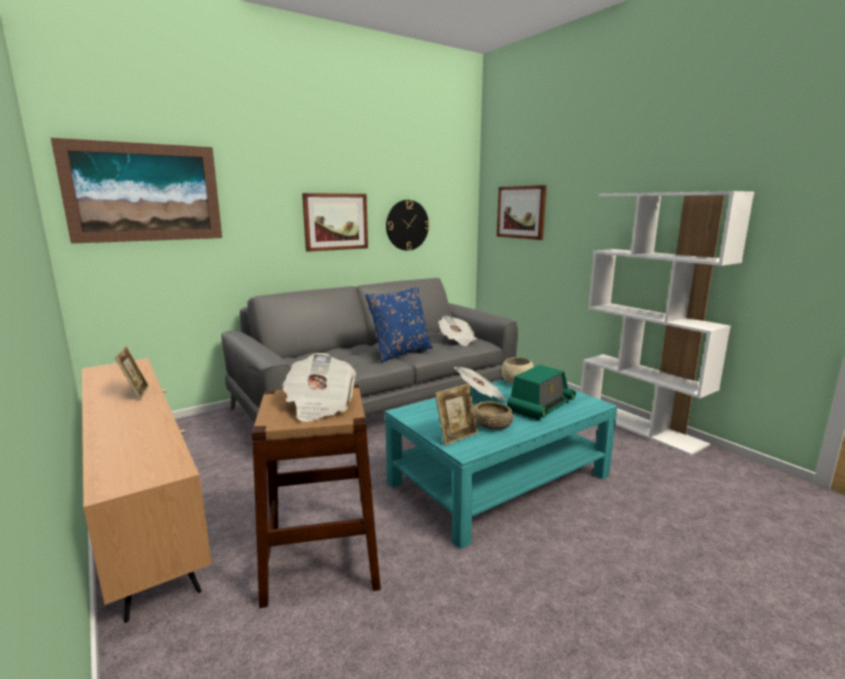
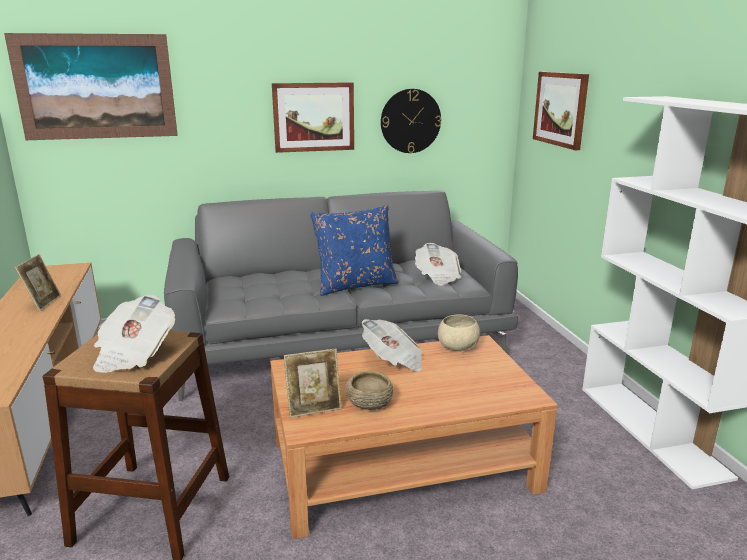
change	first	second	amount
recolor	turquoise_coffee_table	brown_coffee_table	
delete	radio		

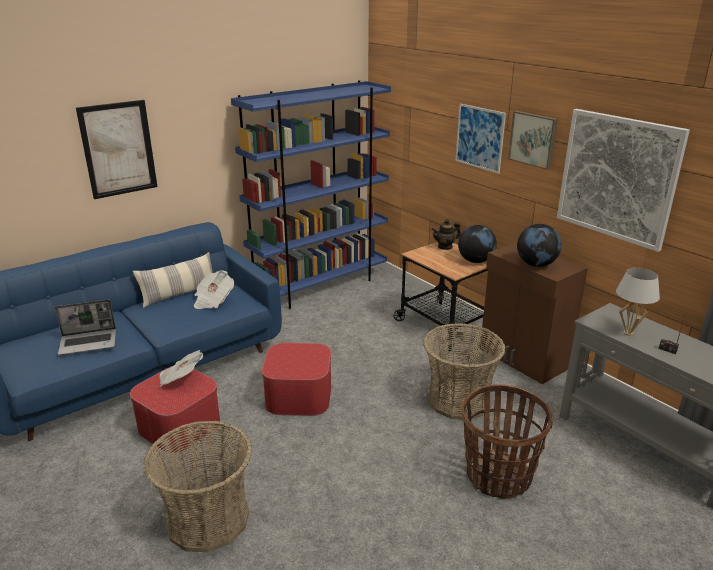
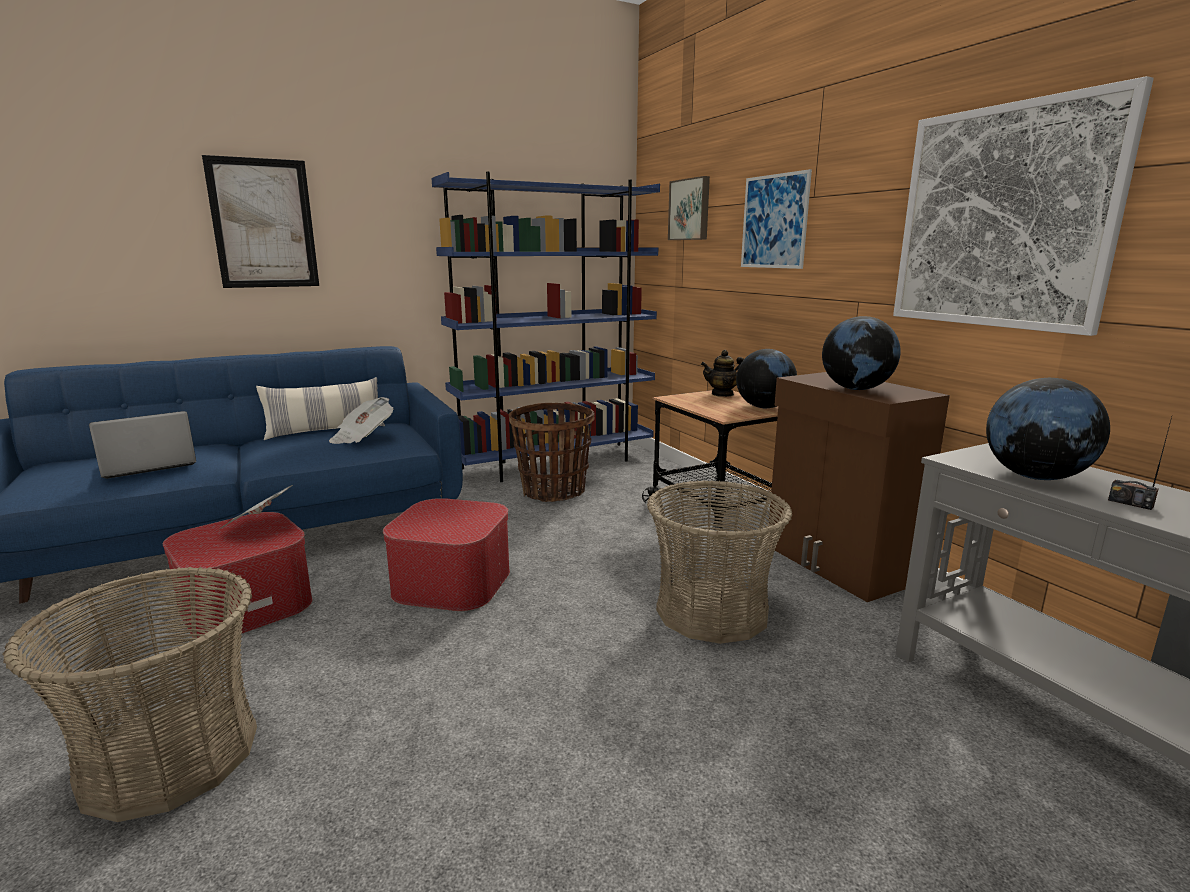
change	first	second	amount
rotate	laptop		150 degrees clockwise
move	basket (3rd from left in the first image)	basket (2nd from left)	
move	picture (3rd from left in the first image)	picture (2nd from left)	
replace	white_table_lamp	globe (3rd from left)	

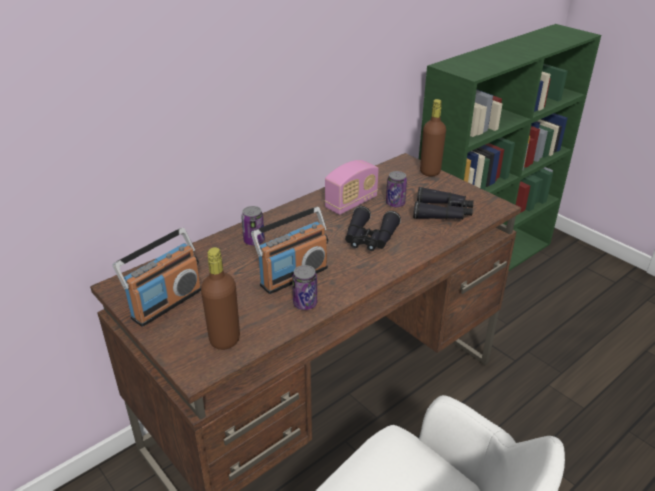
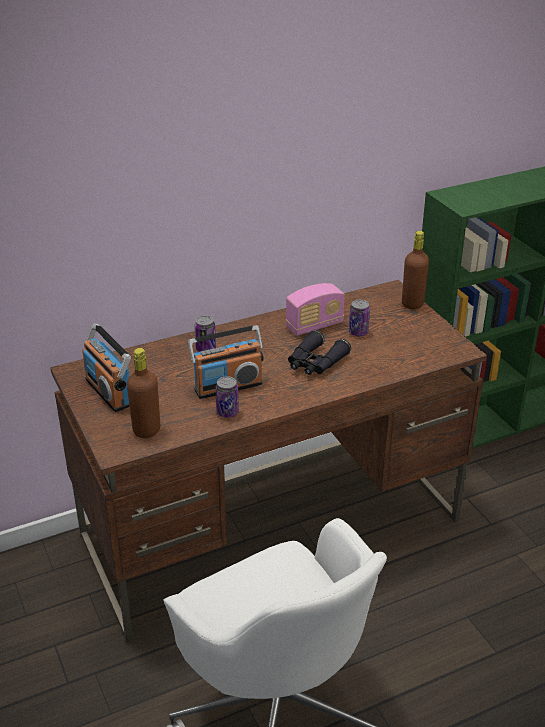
change	first	second	amount
rotate	radio (1st from left)		90 degrees clockwise
delete	black_binoculars (2nd from left)		

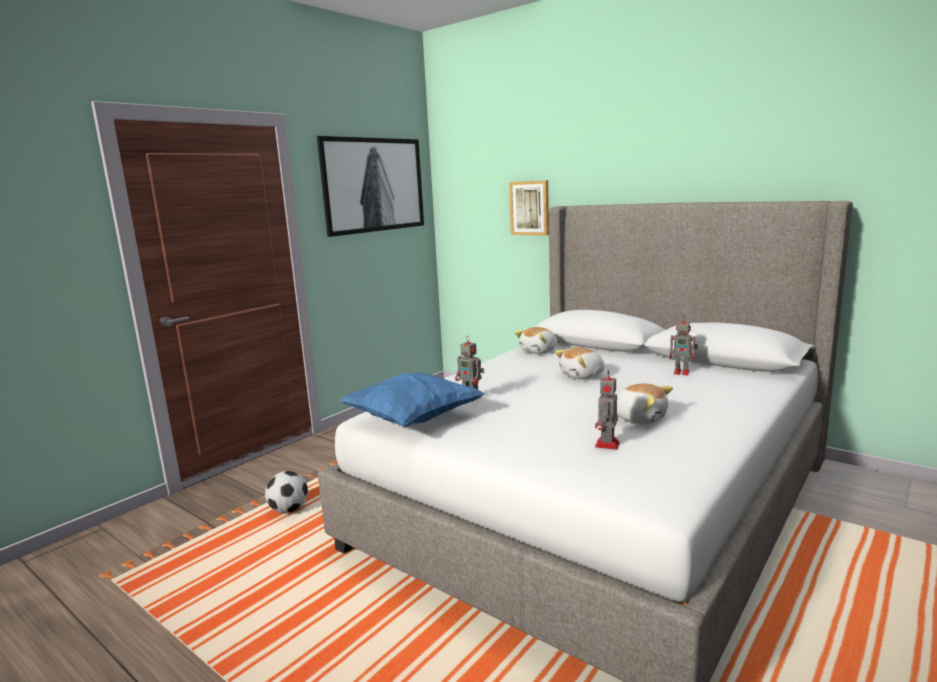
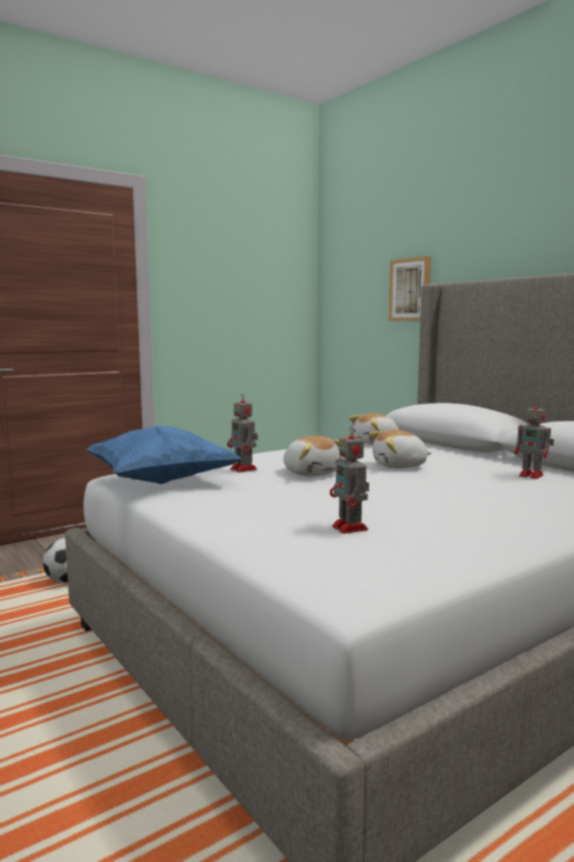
change	first	second	amount
delete	picture (1st from left)		
rotate	toy_robot (2nd from left)		60 degrees counterclockwise
move	plush_toy (3rd from left in the first image)	plush_toy (1st from left)	

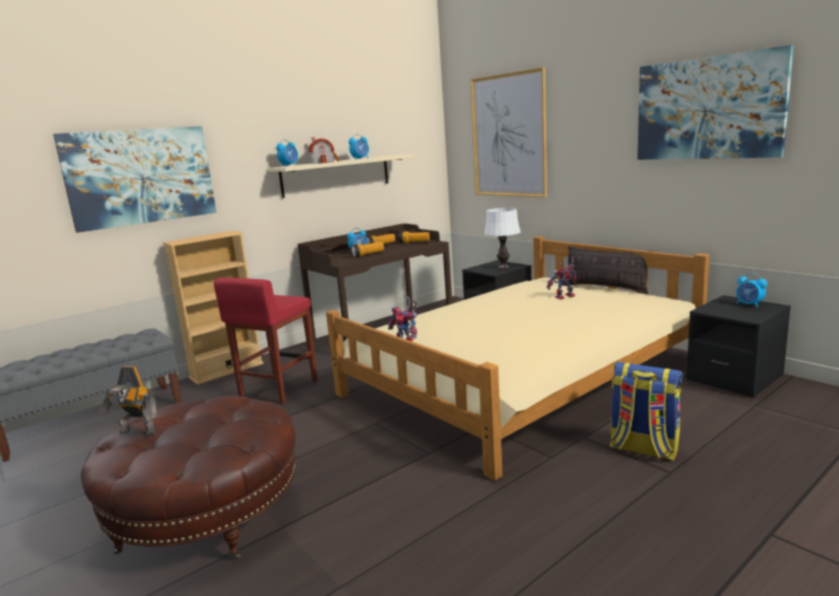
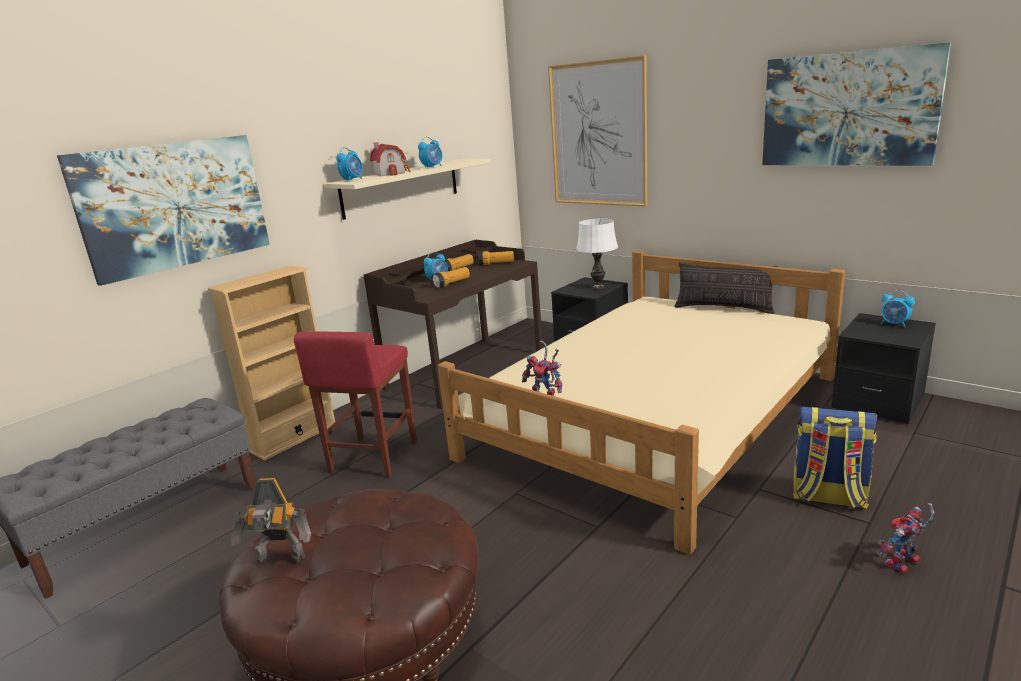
change	first	second	amount
move	toy_robot (3rd from left)		

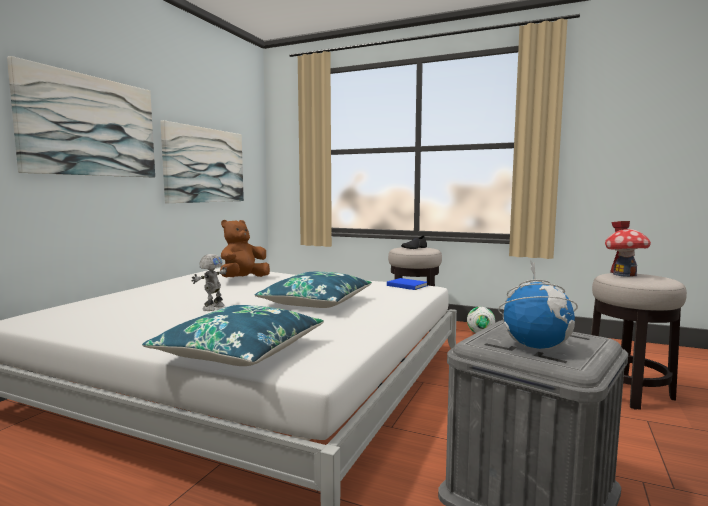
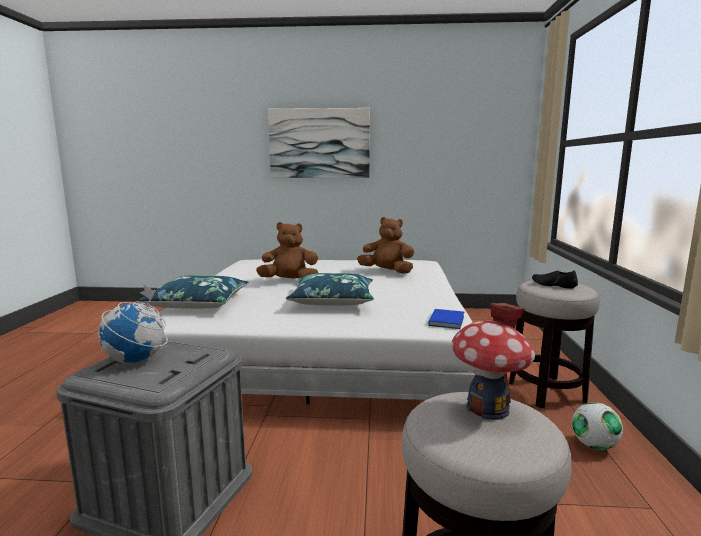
change	first	second	amount
delete	picture (2nd from left)		
replace	toy_robot	brown_plush_toy (1st from left)	

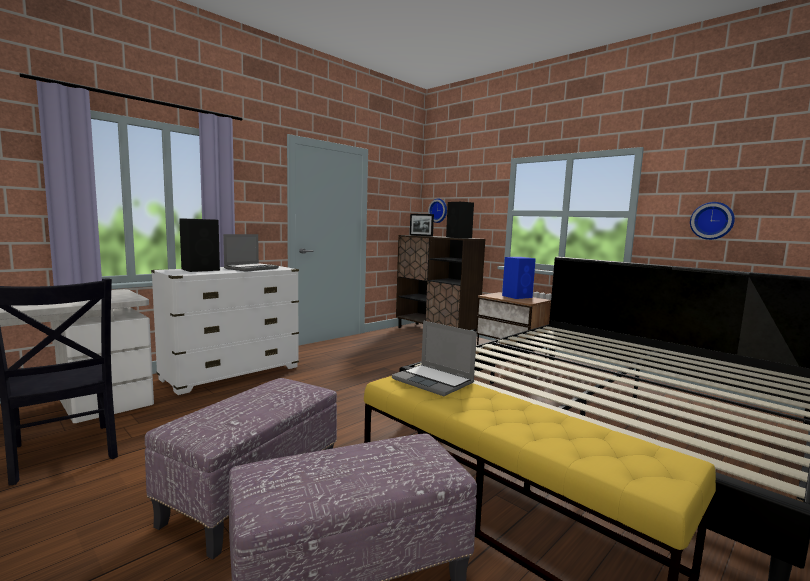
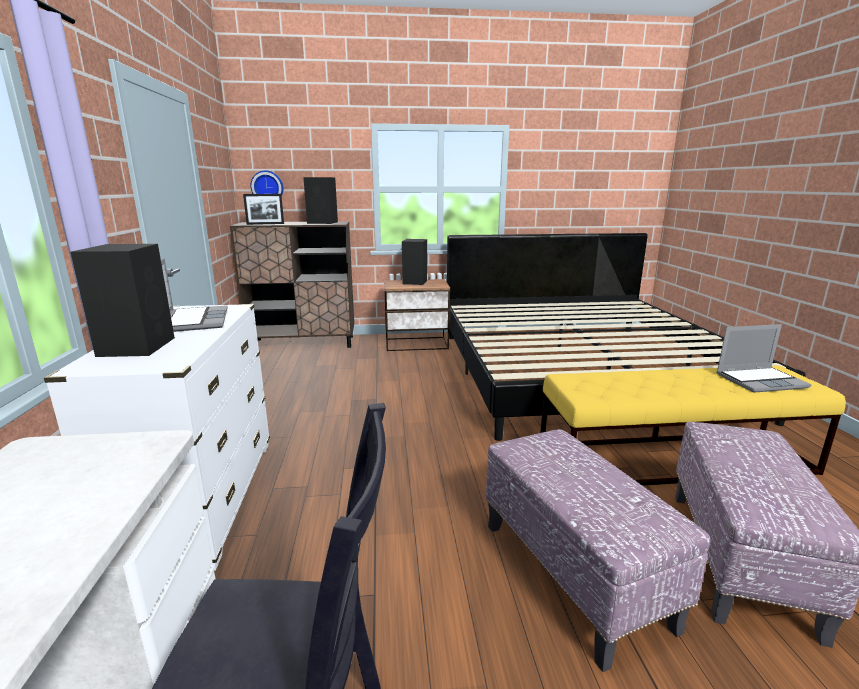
change	first	second	amount
move	laptop (2nd from left)		
recolor	blue_speaker	black_speaker (3rd from left)	
delete	wall_clock (2nd from left)		

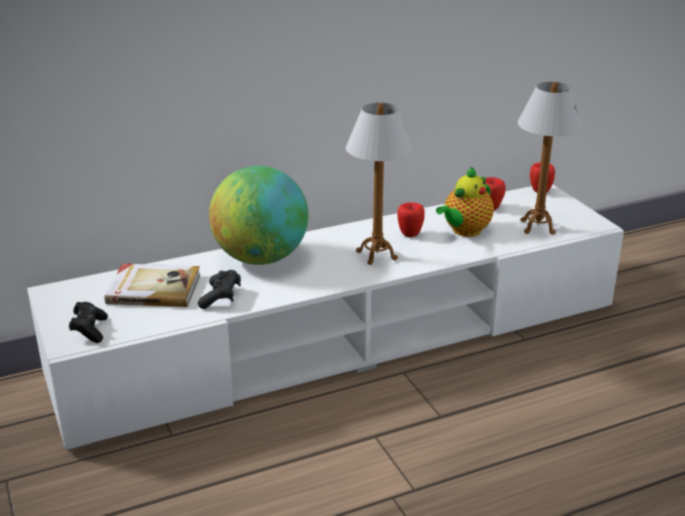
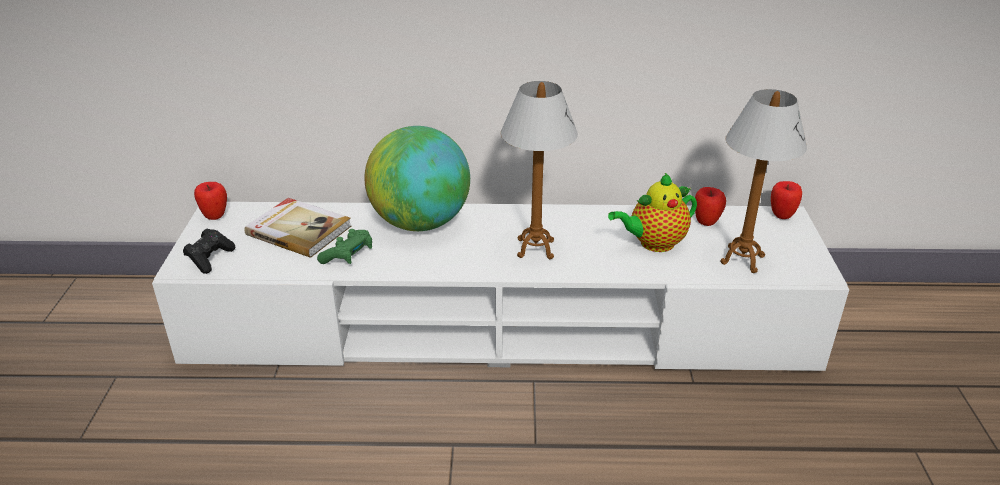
change	first	second	amount
recolor	black_game_controller (2nd from left)	green_game_controller	
move	apple (1st from left)		

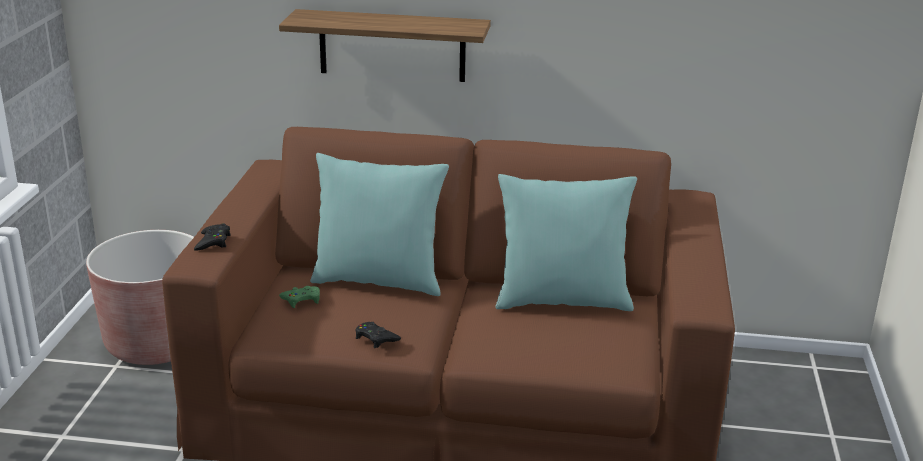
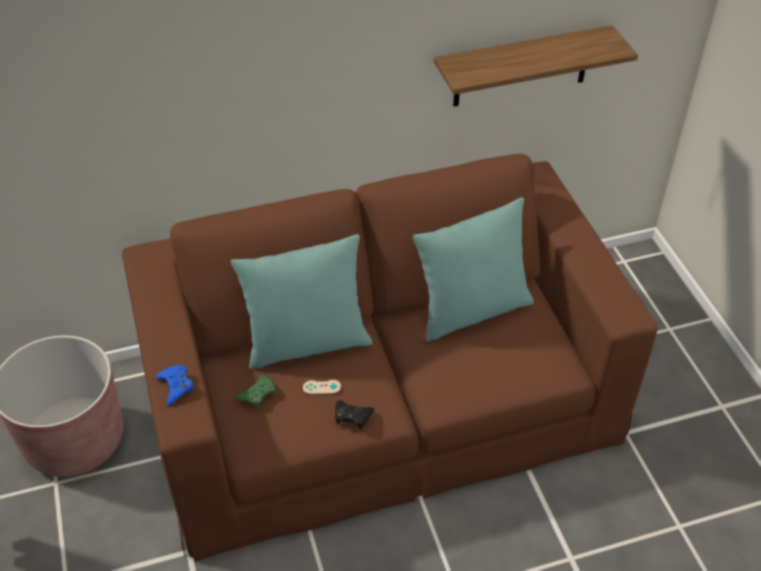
change	first	second	amount
recolor	black_game_controller (1st from left)	blue_game_controller	
move	shelf		
insert		beige_game_controller	

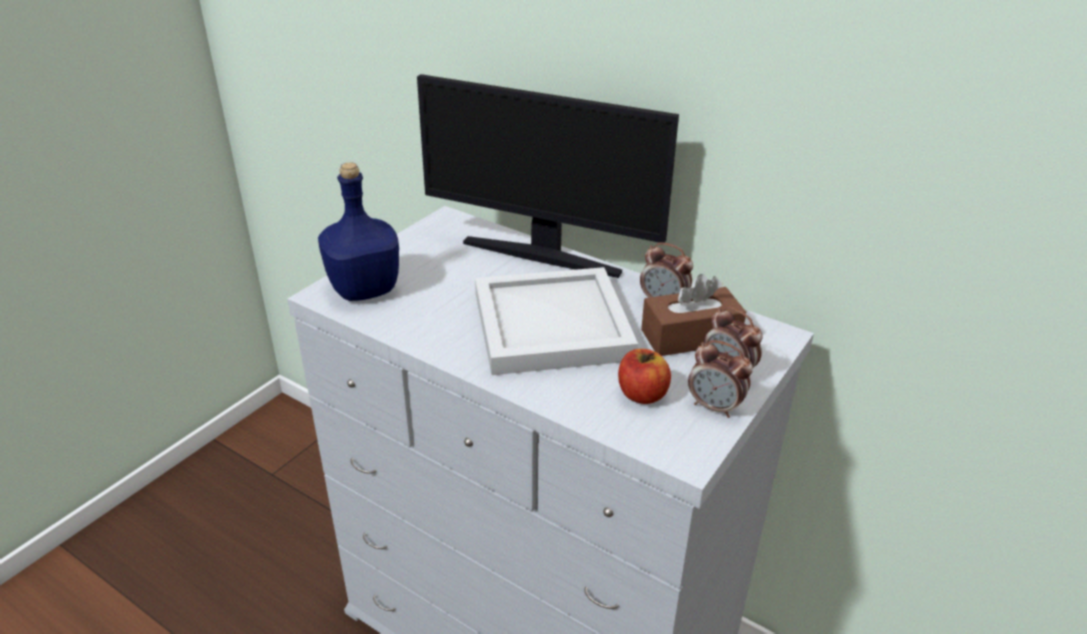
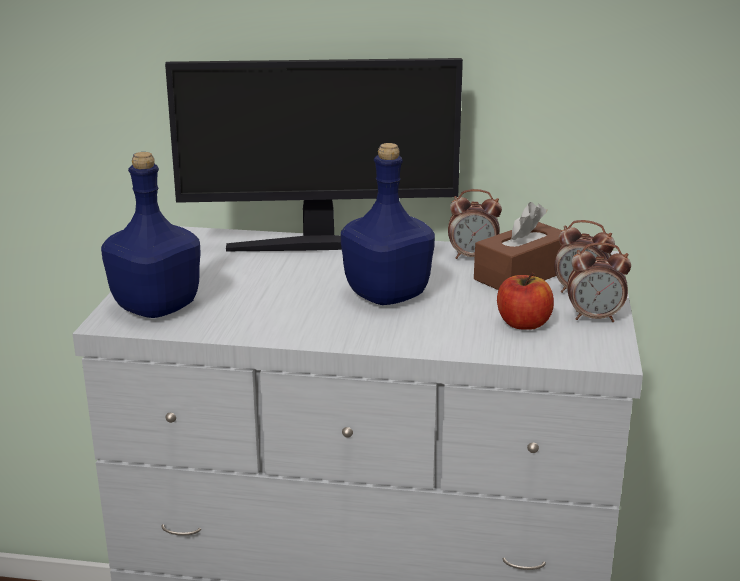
change	first	second	amount
replace	white_tray	blue_bottle (2nd from left)	

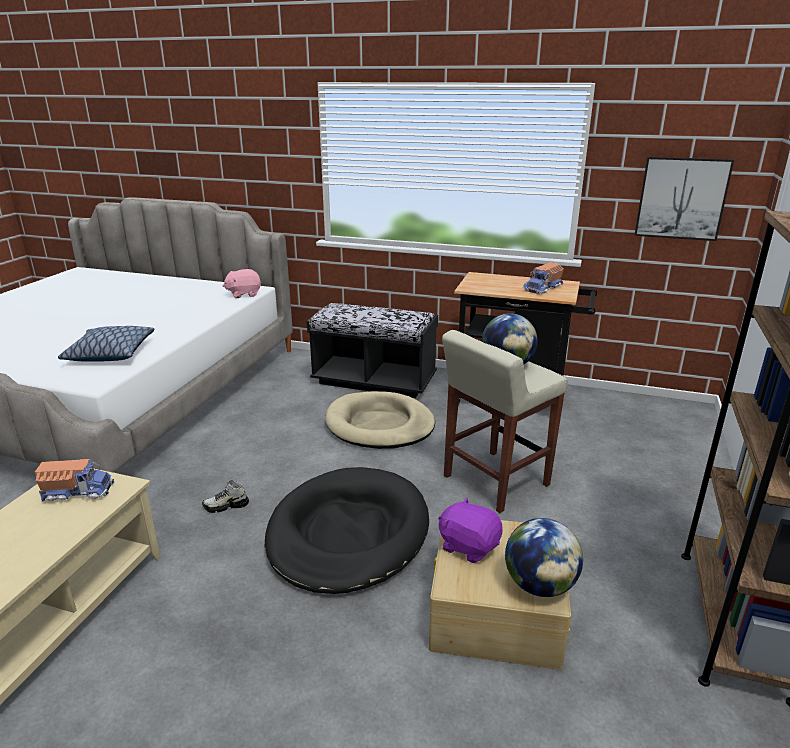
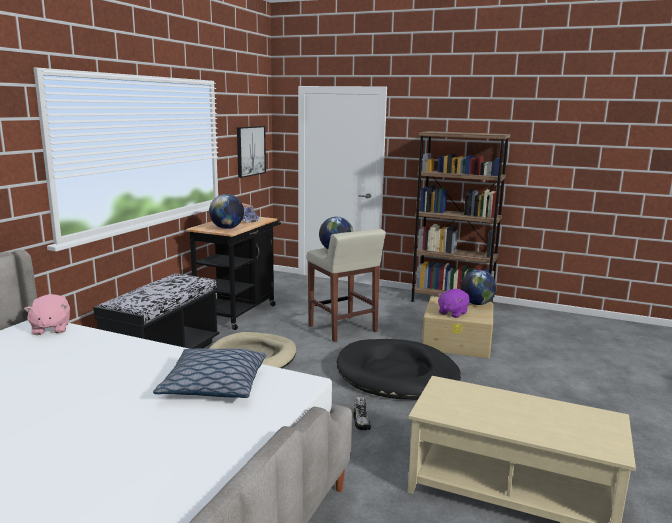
change	first	second	amount
delete	toy_truck (1st from left)		
insert		globe (1st from left)	

